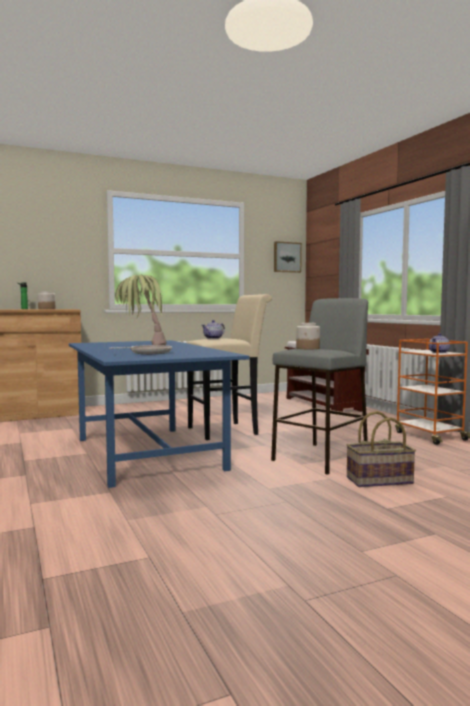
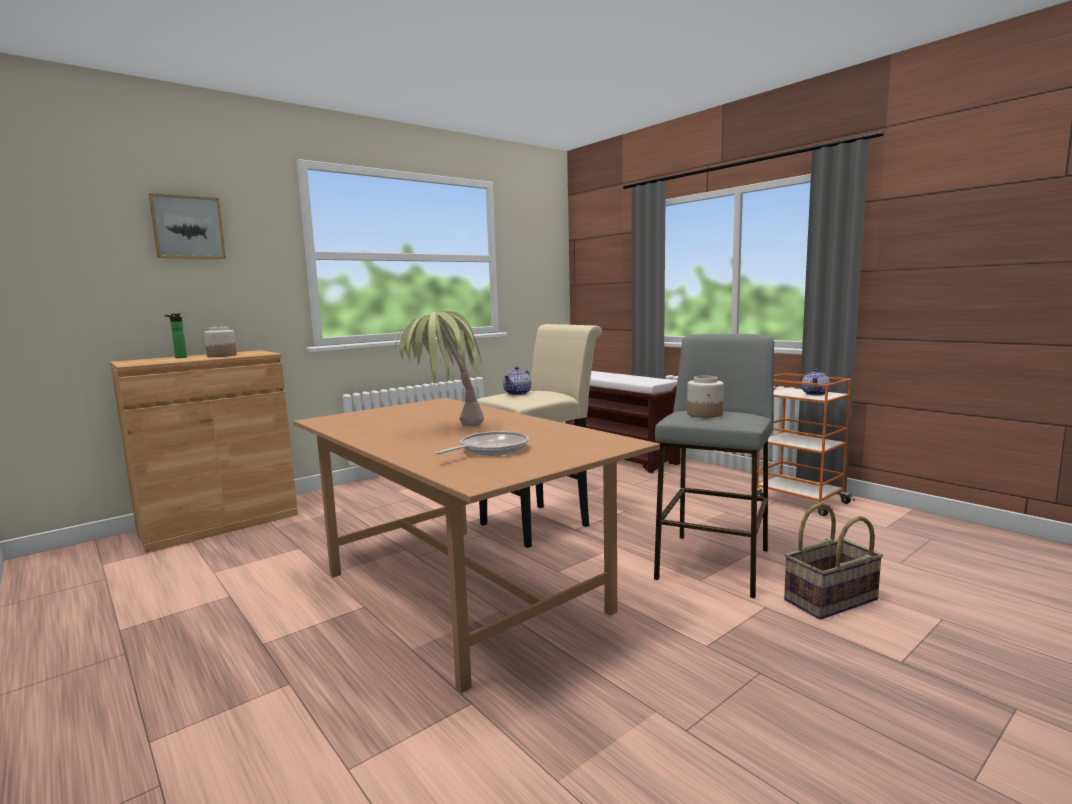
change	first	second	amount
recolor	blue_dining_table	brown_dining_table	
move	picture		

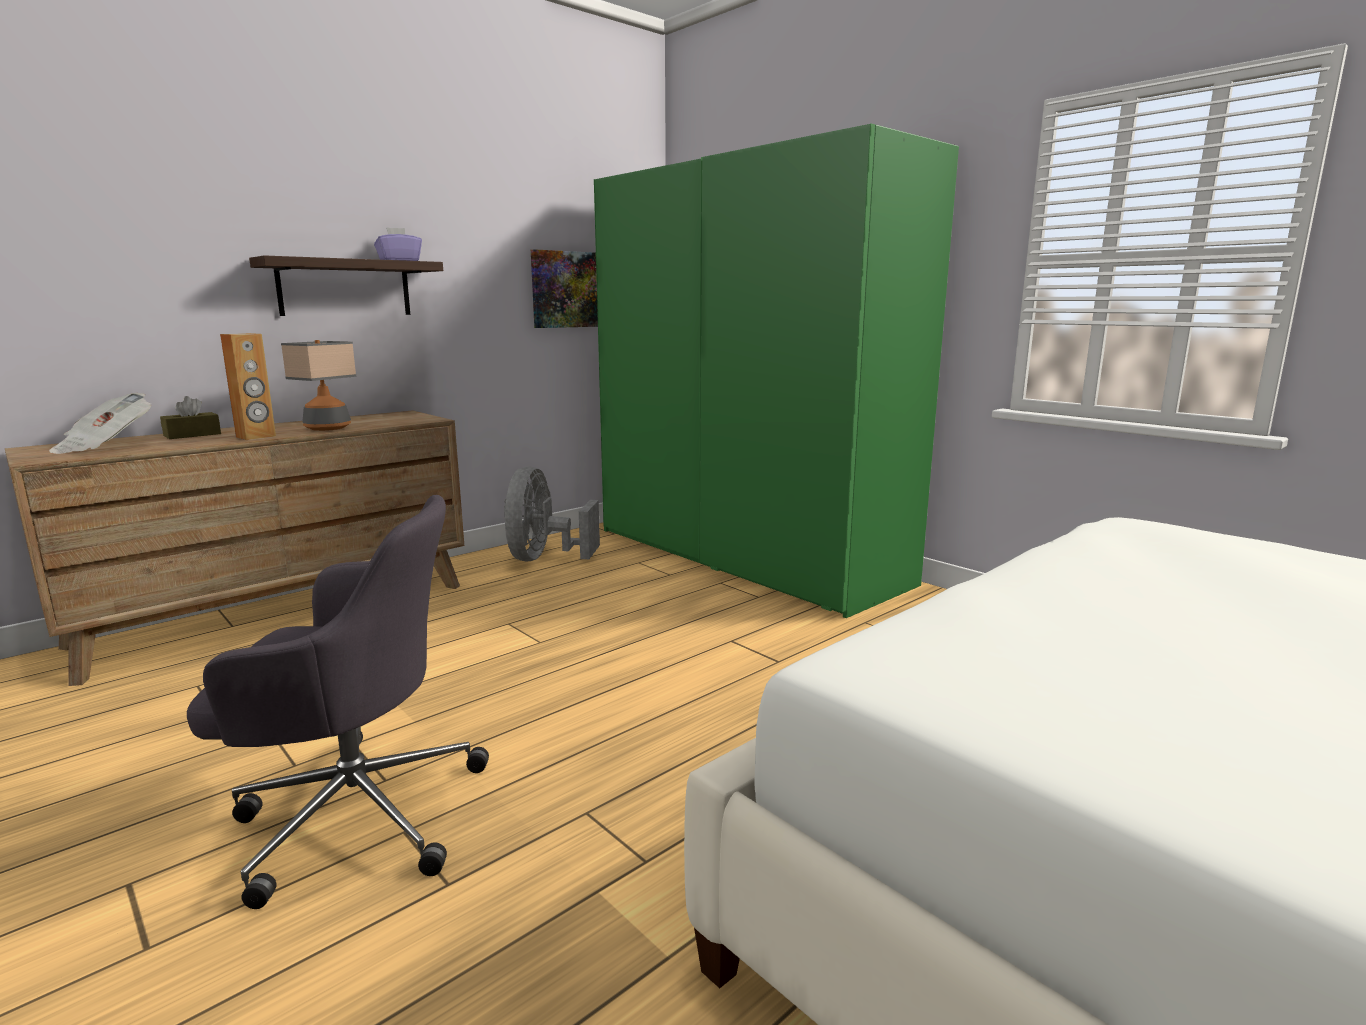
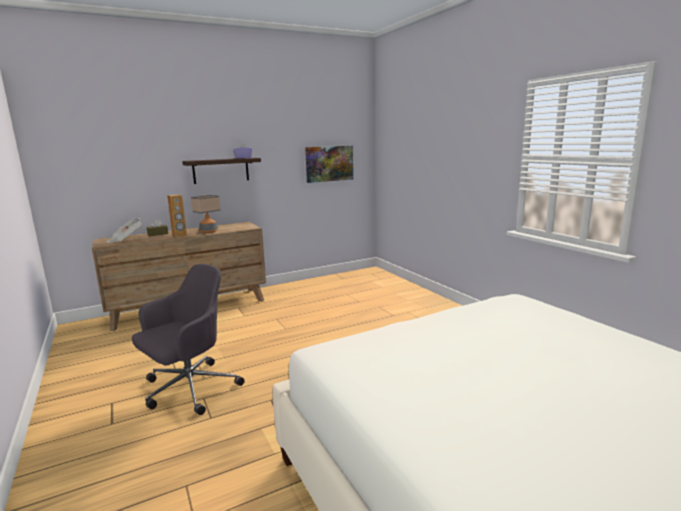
change	first	second	amount
rotate	grey_office_chair		60 degrees counterclockwise
delete	grey_fan		
delete	green_wardrobe		

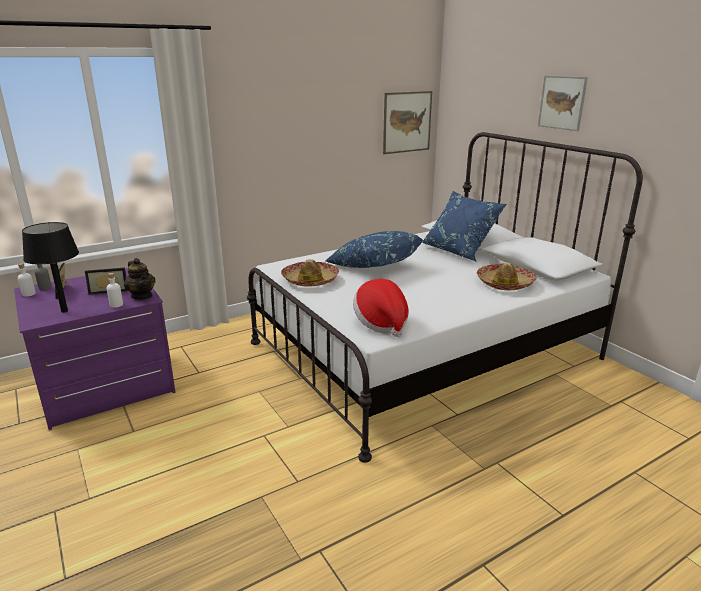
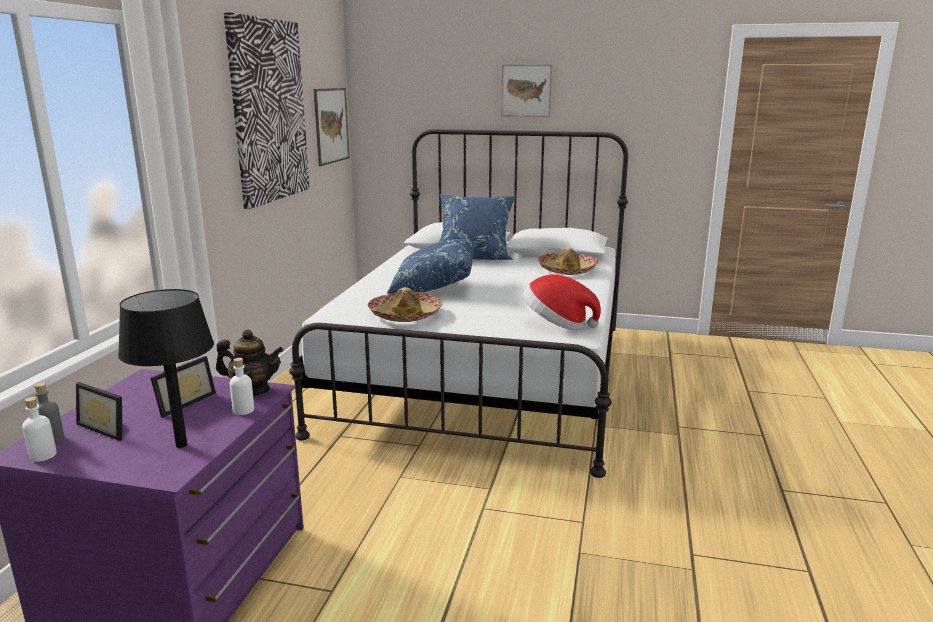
change	first	second	amount
insert		picture (1st from left)	

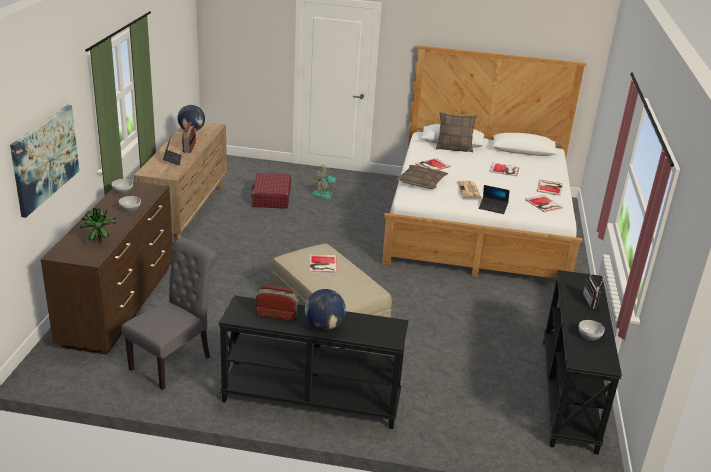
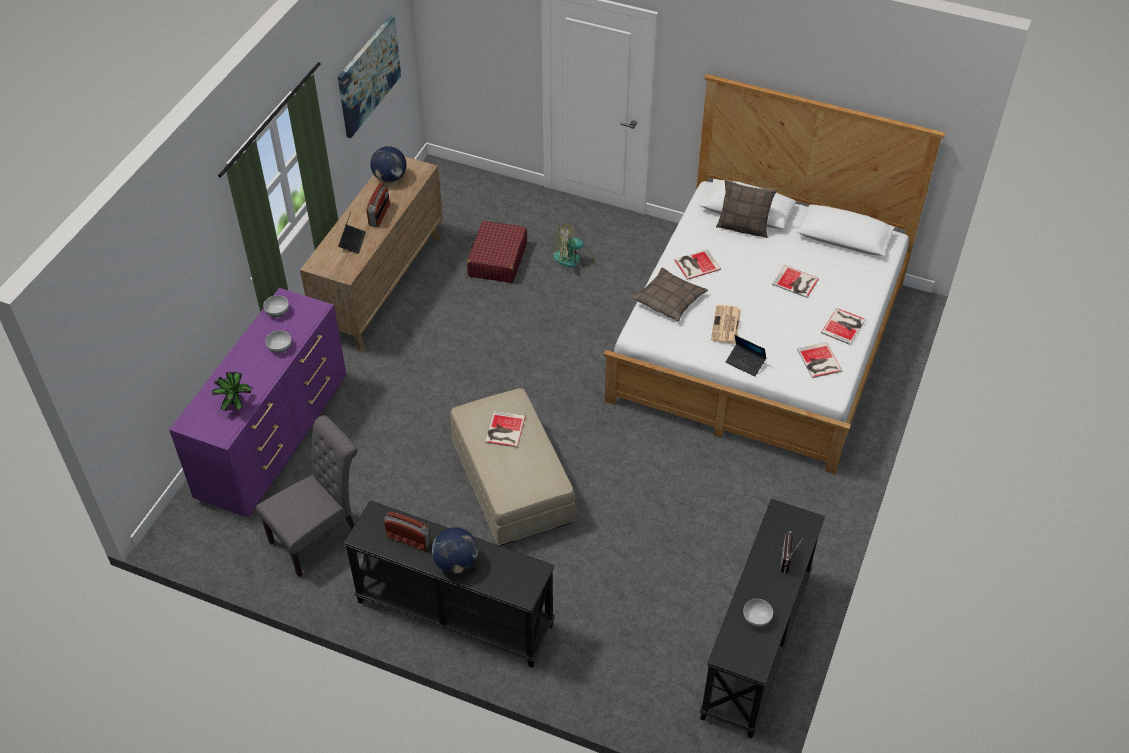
change	first	second	amount
move	picture		
recolor	brown_dresser (1st from left)	purple_dresser	

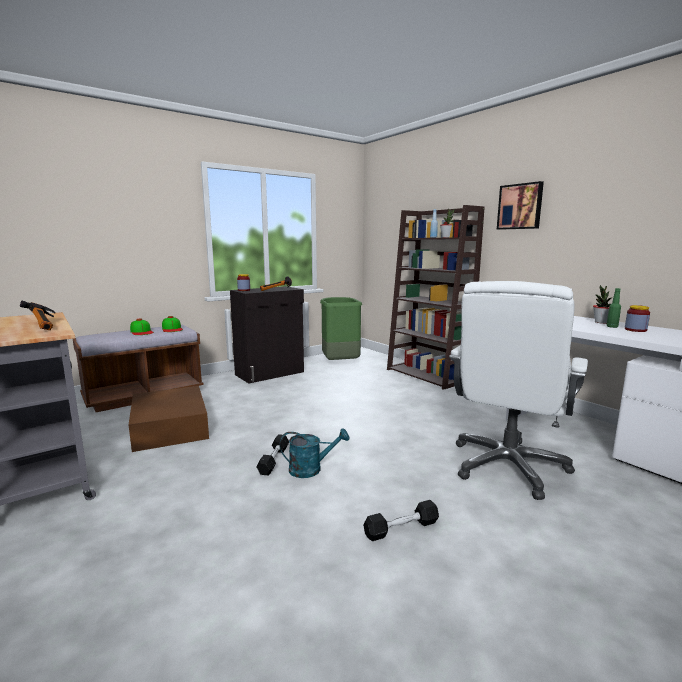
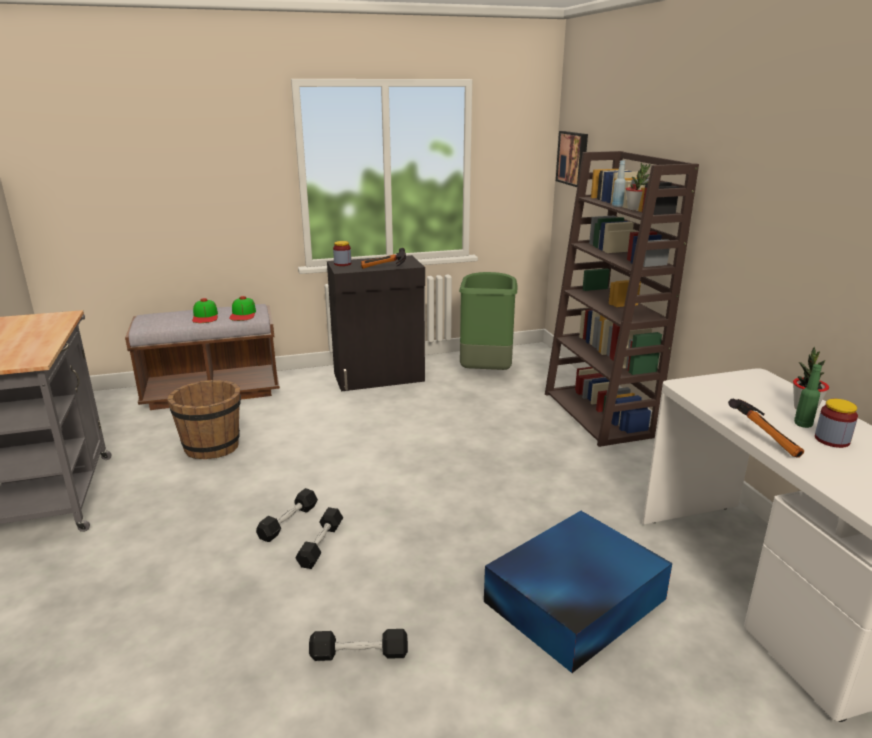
change	first	second	amount
move	hammer (1st from left in the first image)	hammer (2nd from left)	
replace	brown_storage_box	brown_bucket	
replace	turquoise_watering_can	black_dumbbell (2nd from left)	
replace	white_office_chair	blue_storage_box	
move	picture		

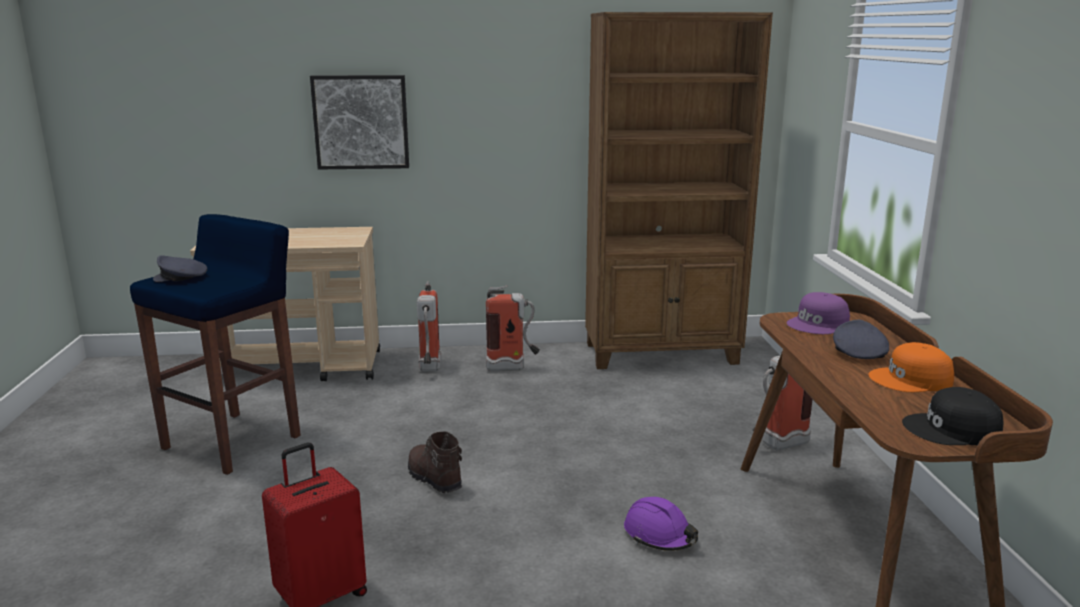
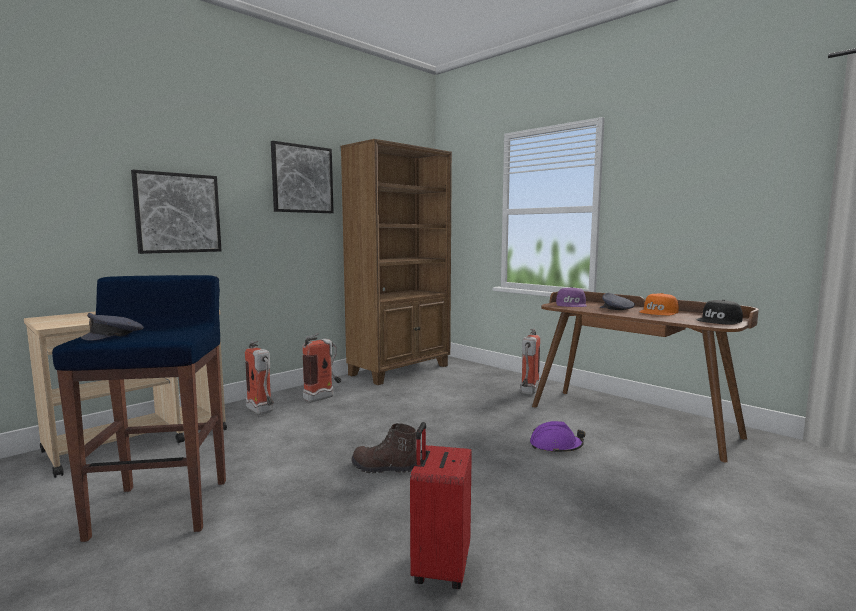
change	first	second	amount
insert		picture (2nd from left)	

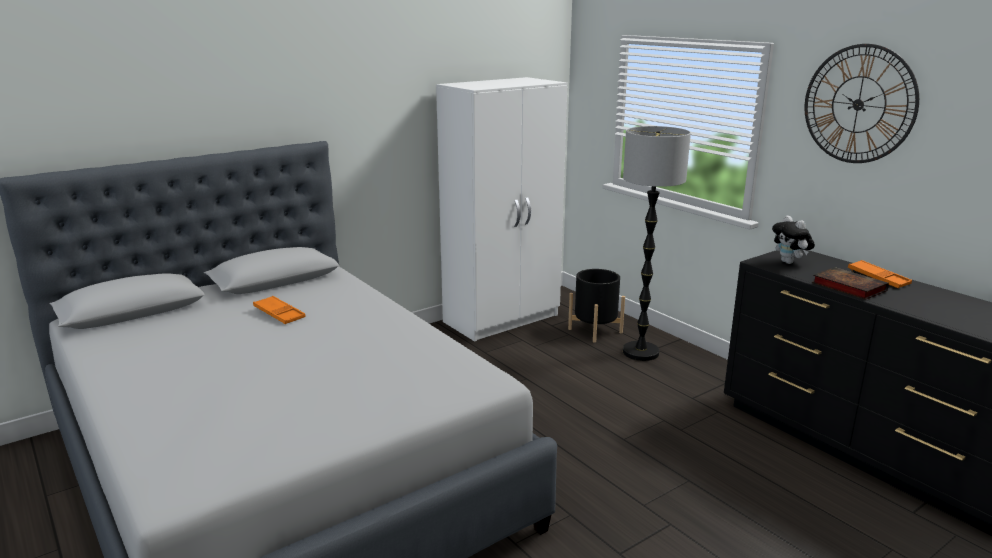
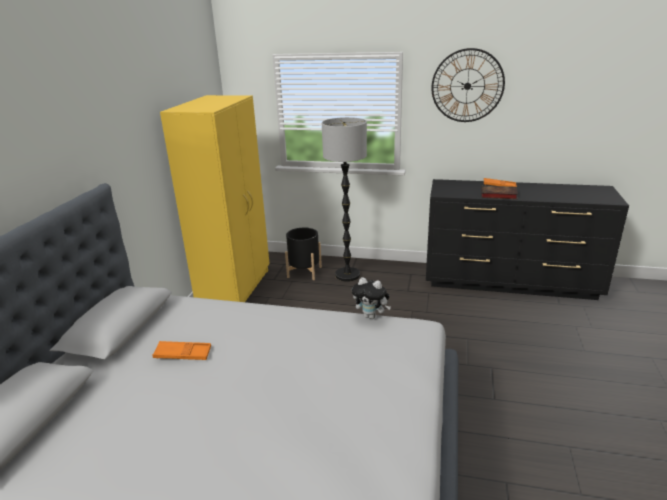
change	first	second	amount
recolor	white_wardrobe	yellow_wardrobe	
move	plush_toy		

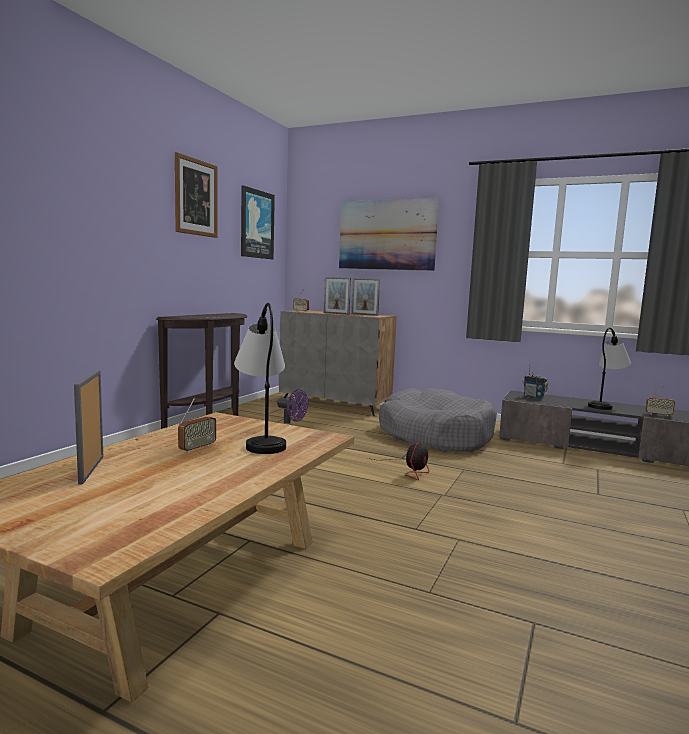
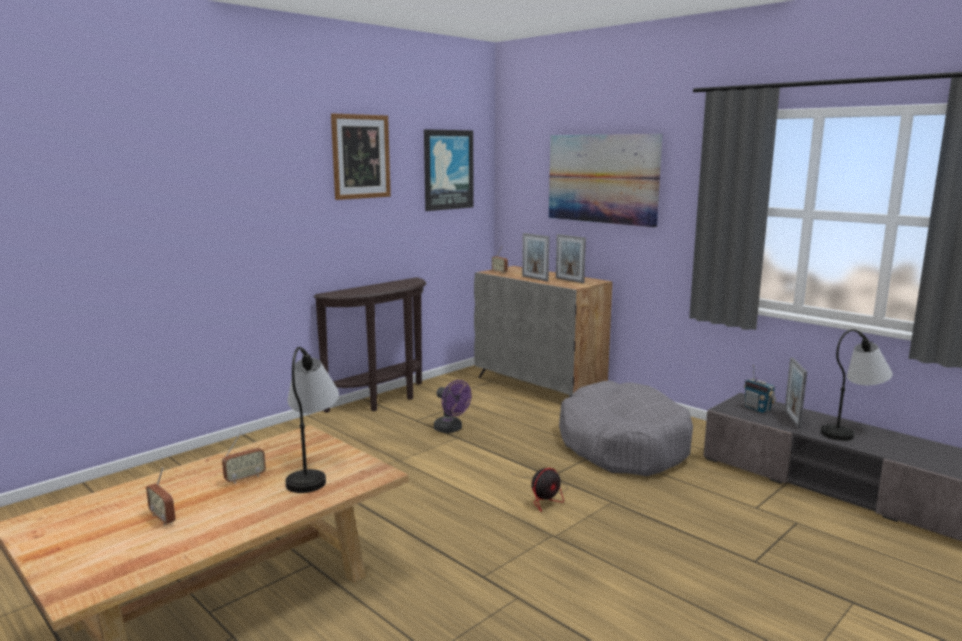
change	first	second	amount
move	picture_frame (1st from left in the first image)	picture_frame (3rd from left)	
move	radio (4th from left in the first image)	radio (1st from left)	

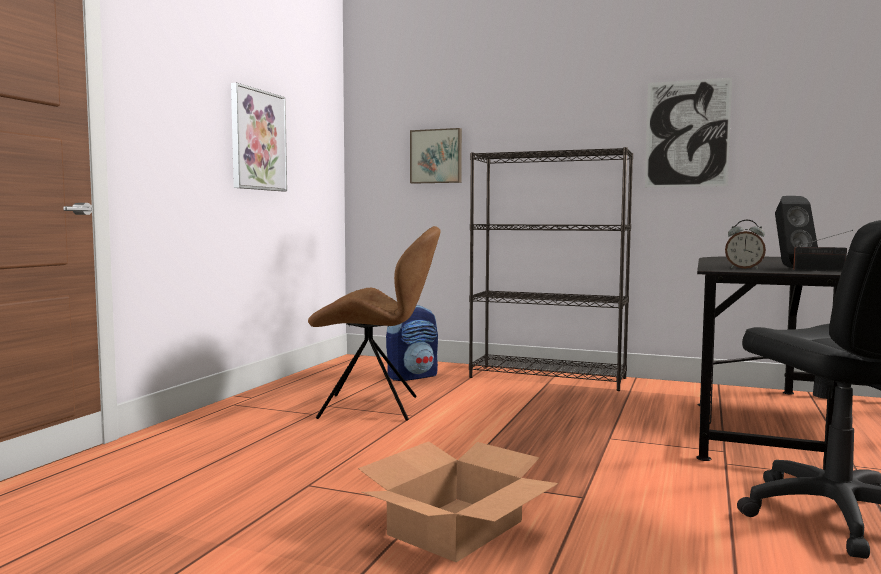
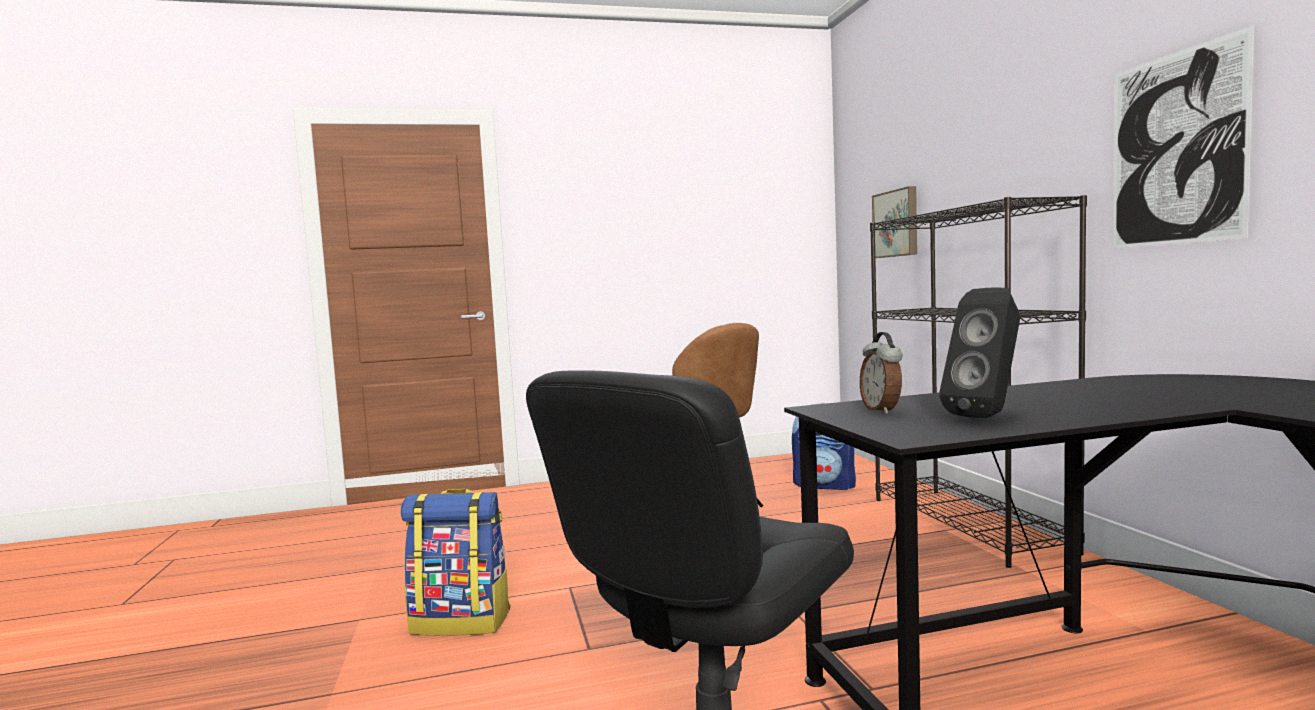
change	first	second	amount
delete	picture (1st from left)		
replace	cardboard_box	backpack (1st from left)	
delete	radio		

